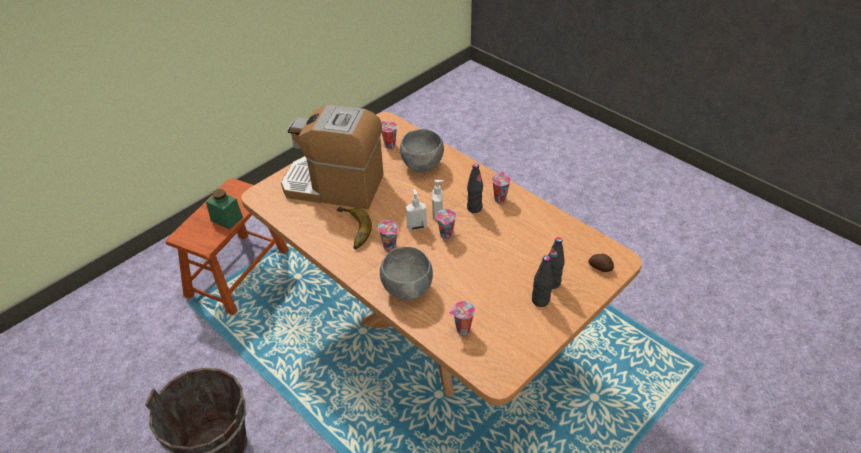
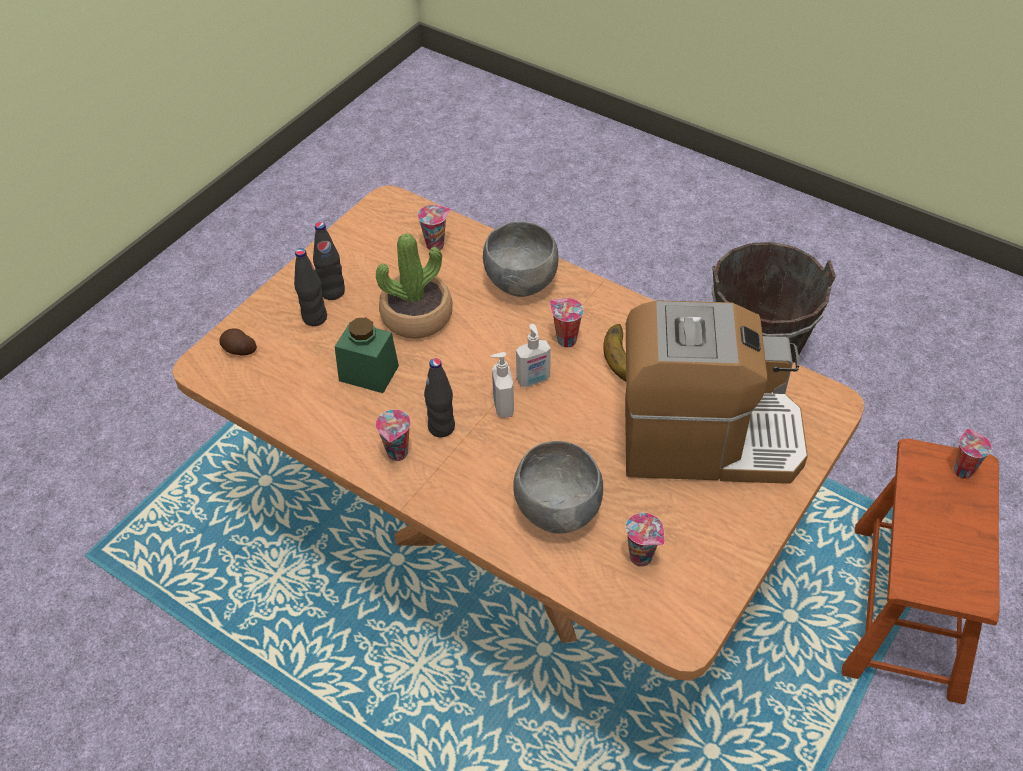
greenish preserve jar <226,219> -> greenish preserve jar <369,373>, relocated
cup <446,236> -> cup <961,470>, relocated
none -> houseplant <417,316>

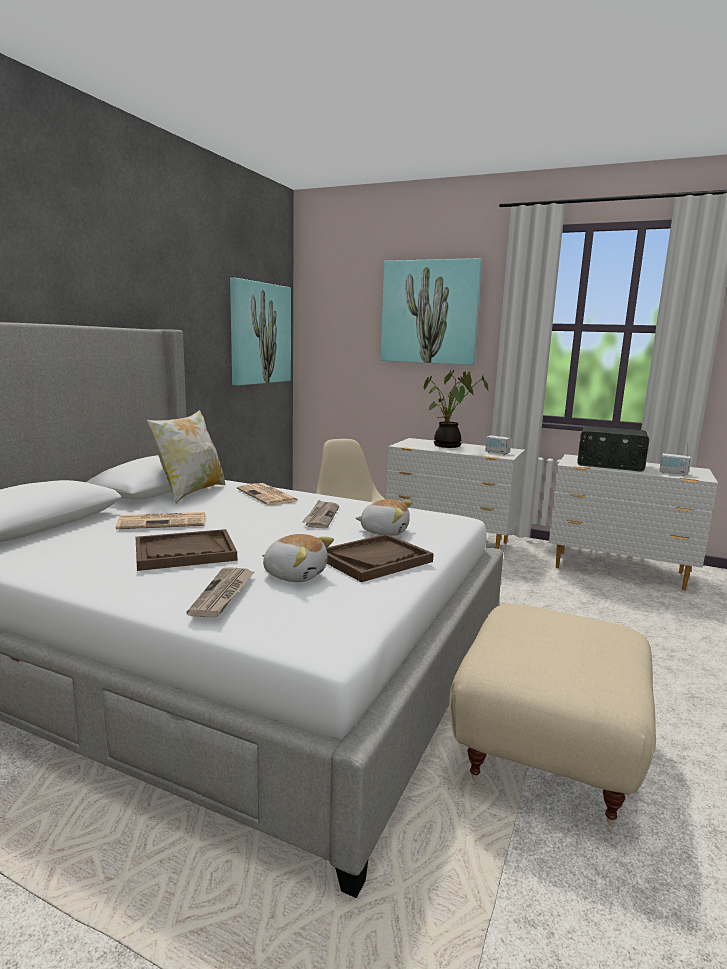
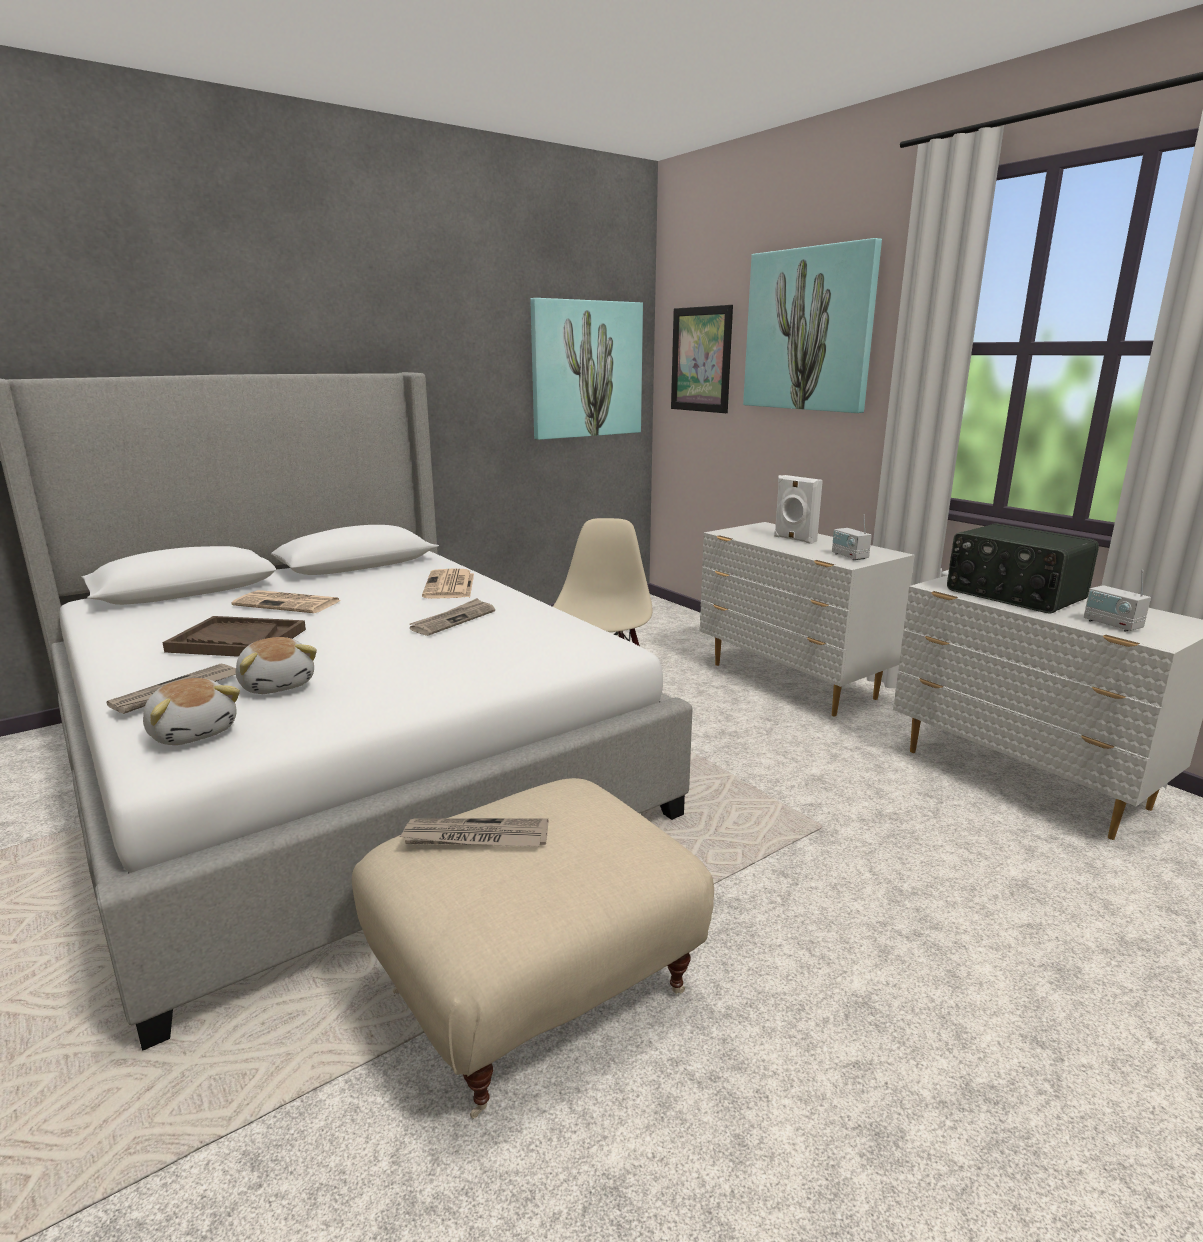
houseplant <448,446> -> whitish audio speaker <794,539>
pillow <190,492> -> none
plush toy <384,531> -> plush toy <194,732>, relocated
brown-coloured carrying tray <375,560> -> none
none -> wall picture <701,359>
none -> newspaper <475,837>

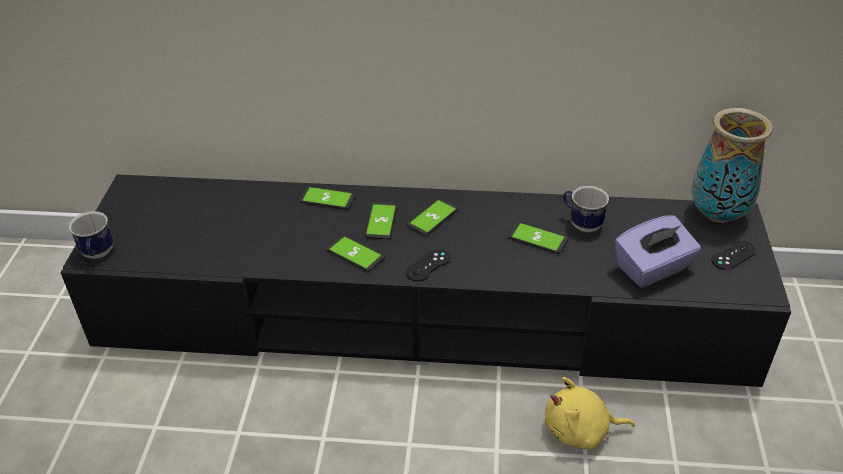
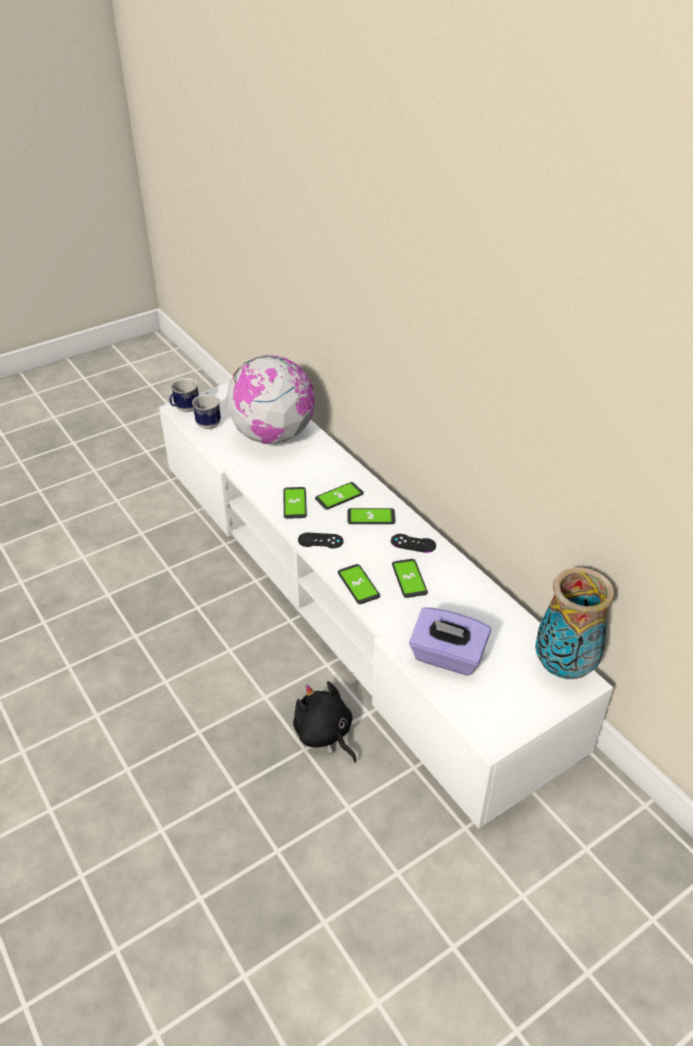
blackish tv stand <424,315> -> whitish tv stand <347,592>
telephone <327,199> -> telephone <358,584>, relocated
tea mug <581,223> -> tea mug <209,422>, relocated
blackish game controller <733,255> -> blackish game controller <413,543>, relocated
yellowish plush toy <580,431> -> blackish plush toy <324,734>
none -> world globe <273,435>

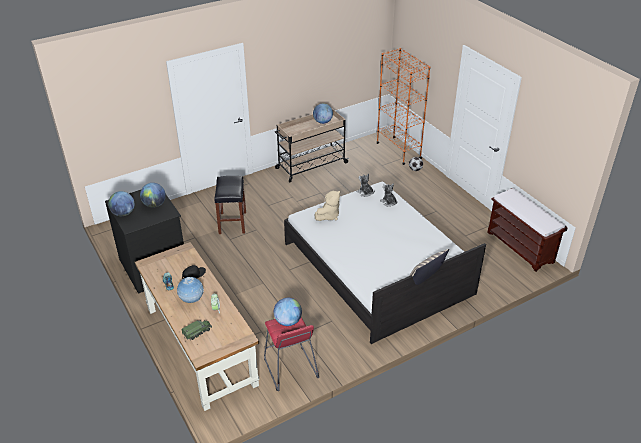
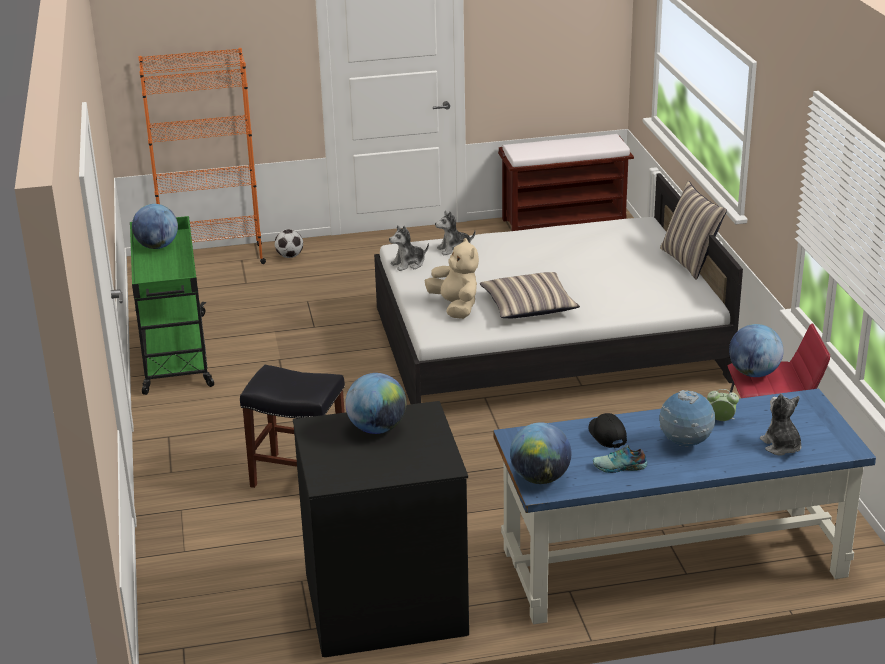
sand-coloured trolley <311,166> -> greenish trolley <175,354>
world globe <123,213> -> world globe <540,478>, relocated
brown-coloured desk unit <200,345> -> bluish desk unit <671,563>
toy lorry <197,332> -> plush toy <781,446>
none -> pillow <529,306>

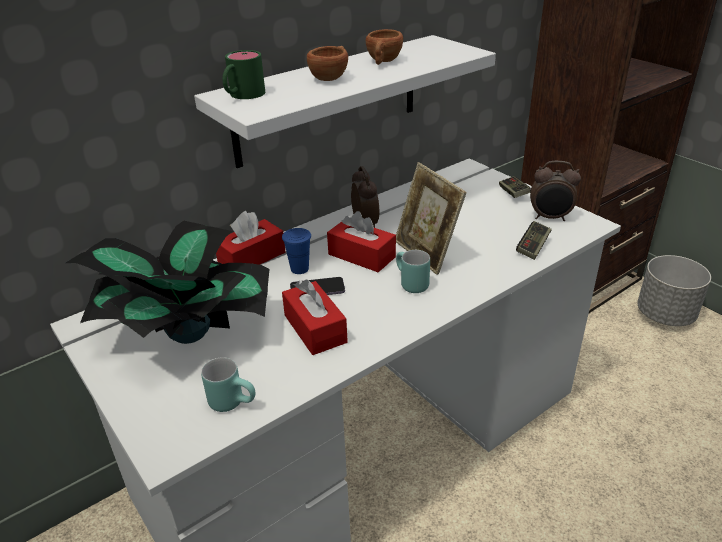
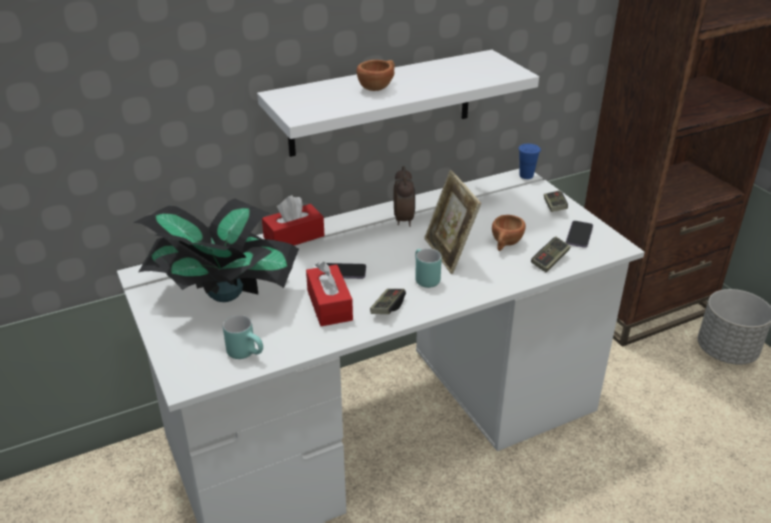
brown-coloured cup <383,62> -> brown-coloured cup <505,244>, relocated
greenish tea mug <242,96> -> none
bedside clock <550,218> -> telephone <579,235>
reddish box of tissues <361,256> -> none
bluish cup <299,269> -> bluish cup <526,175>, relocated
none -> game controller <387,308>

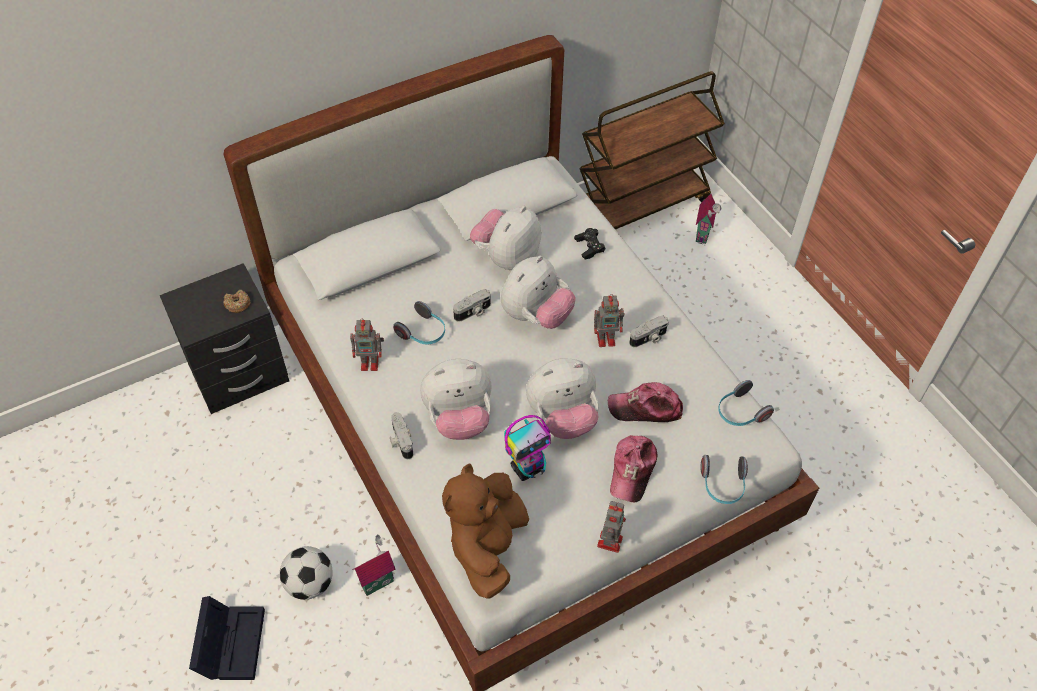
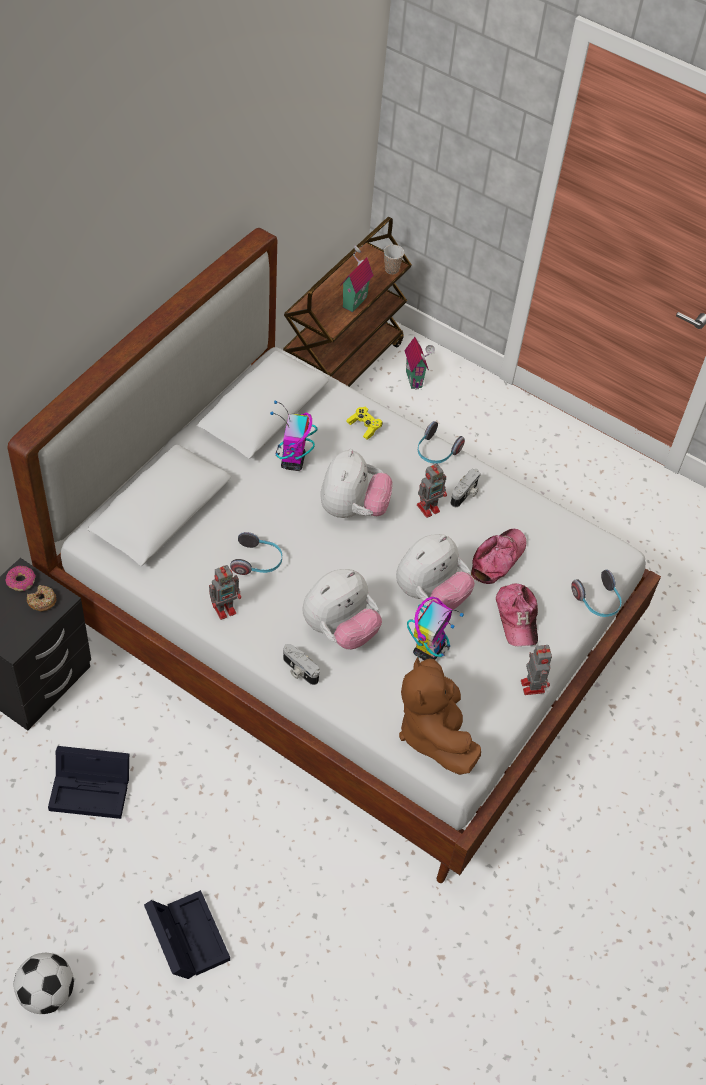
plush toy <507,257> -> robot figure <293,462>
blackish game controller <589,247> -> yellowish game controller <364,426>
photo camera <473,312> -> none
pair of headphones <740,412> -> pair of headphones <436,452>, relocated
cap <645,408> -> cap <497,559>, 150 degrees clockwise
model house <376,581> -> model house <353,301>, relocated
ball for football <310,583> -> ball for football <47,992>, relocated
none -> cup <391,269>
none -> donut <21,581>
none -> blackish storage container <93,789>

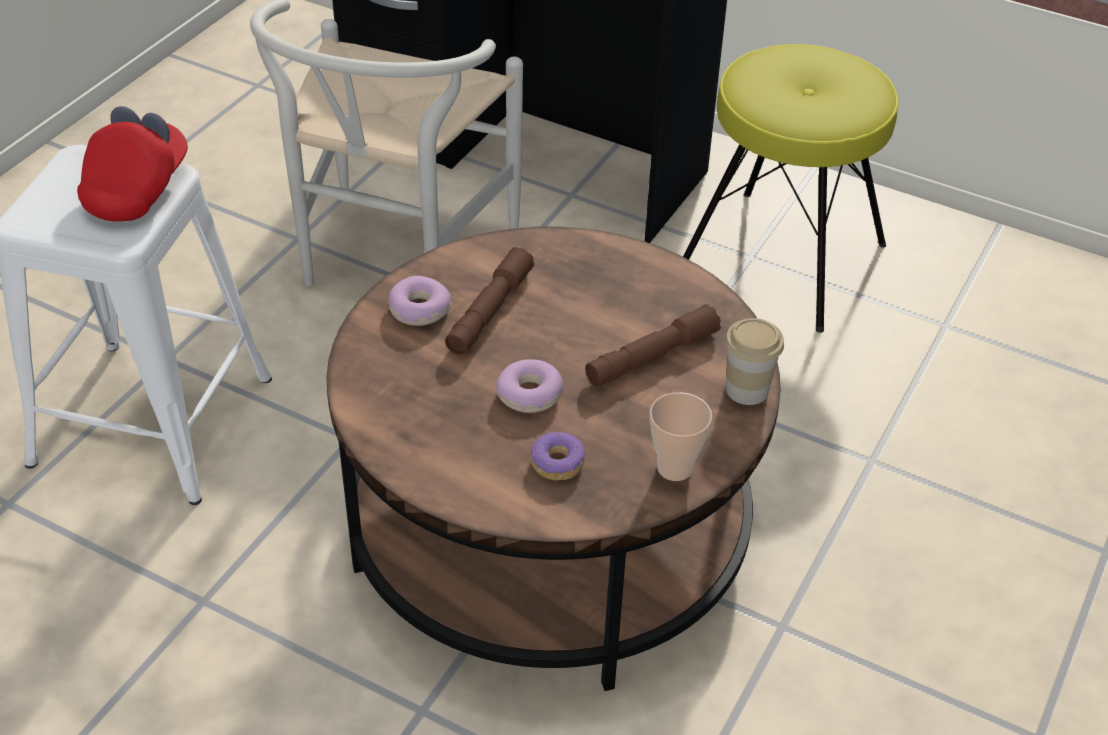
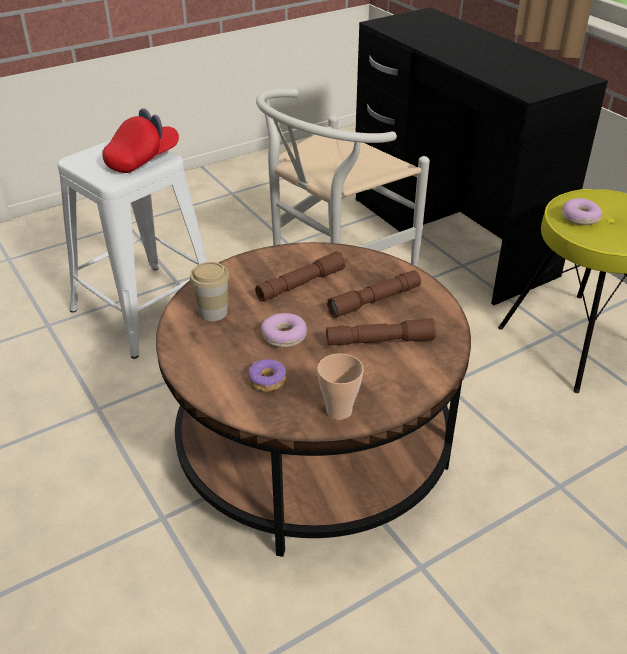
donut <419,310> -> donut <579,218>, relocated
cup <747,389> -> cup <213,312>, relocated
none -> brown-coloured flashlight <374,301>

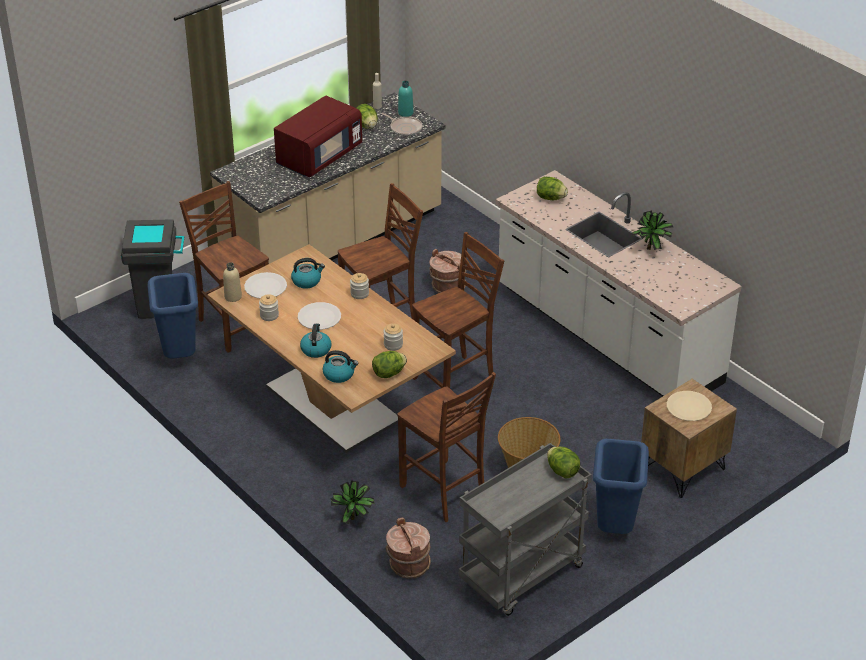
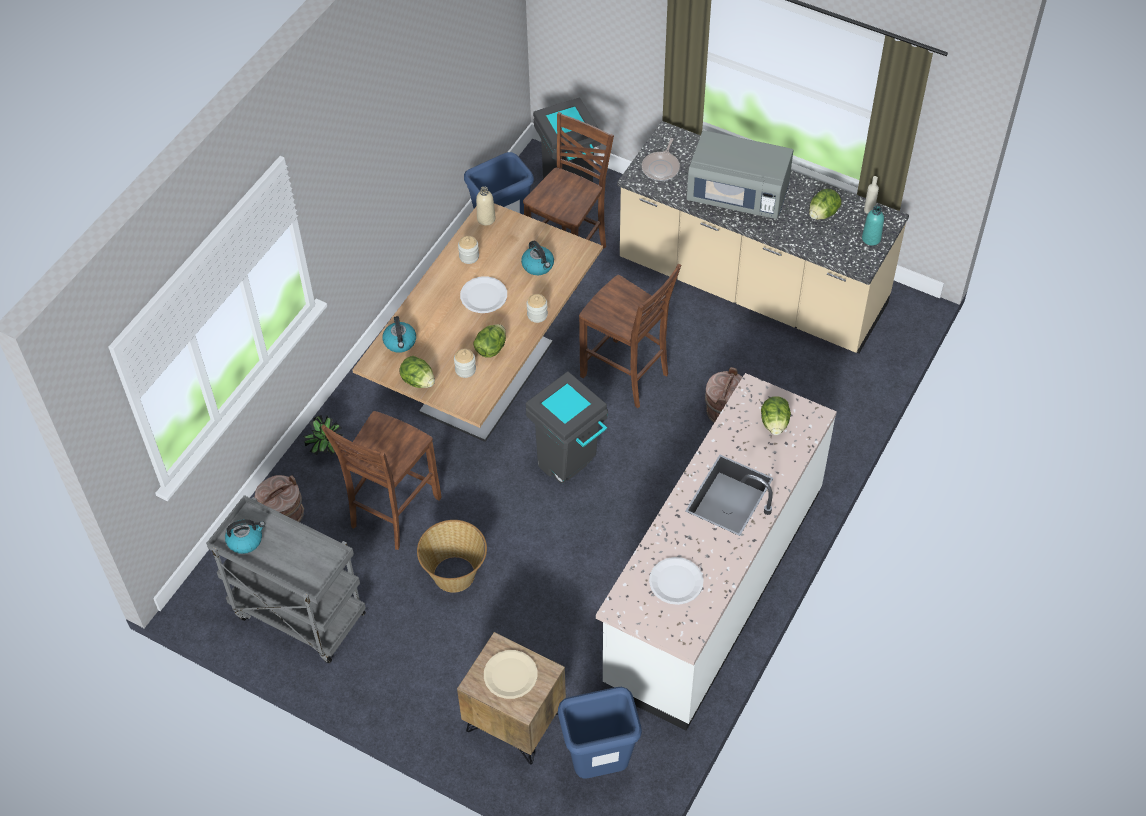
reddish microwave oven <319,157> -> greyish microwave oven <738,195>
frying pan <404,128> -> frying pan <661,167>, relocated
houseplant <651,249> -> none
brown-coloured chair <456,380> -> greyish rubbish bin <570,468>
whitish plate <265,287> -> whitish plate <676,581>, relocated
tea kettle <316,349> -> tea kettle <245,540>, relocated
bluish rubbish bin <614,529> -> bluish rubbish bin <600,765>, relocated
lettuce head <562,471> -> lettuce head <491,348>, relocated

